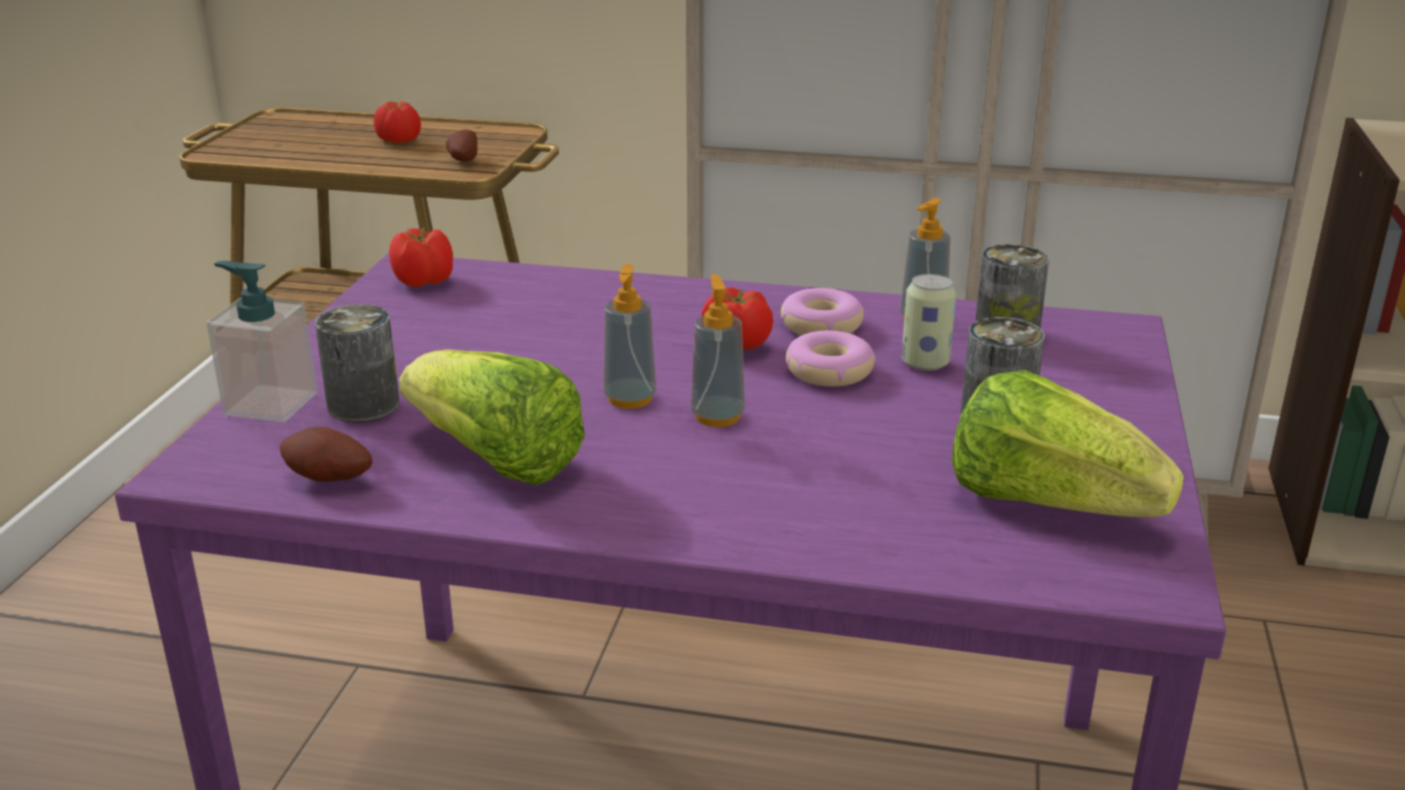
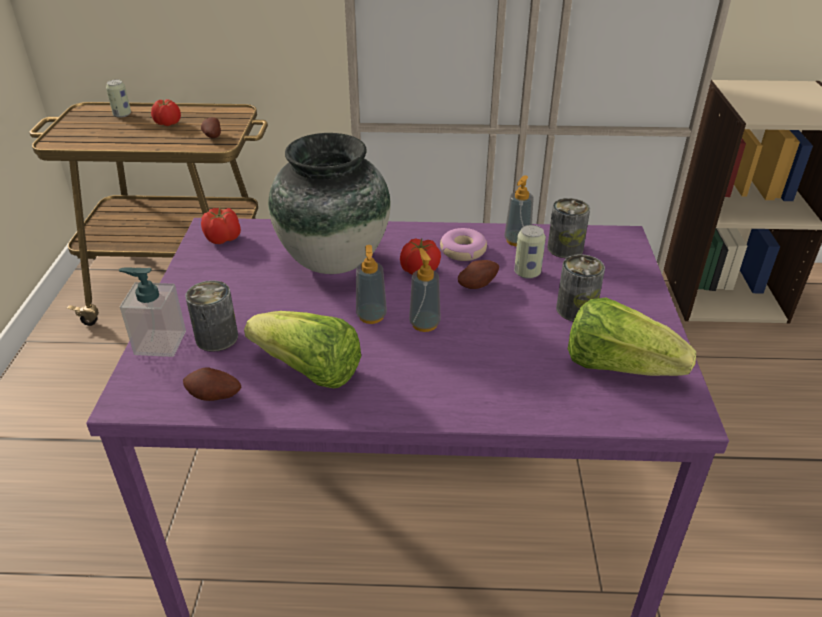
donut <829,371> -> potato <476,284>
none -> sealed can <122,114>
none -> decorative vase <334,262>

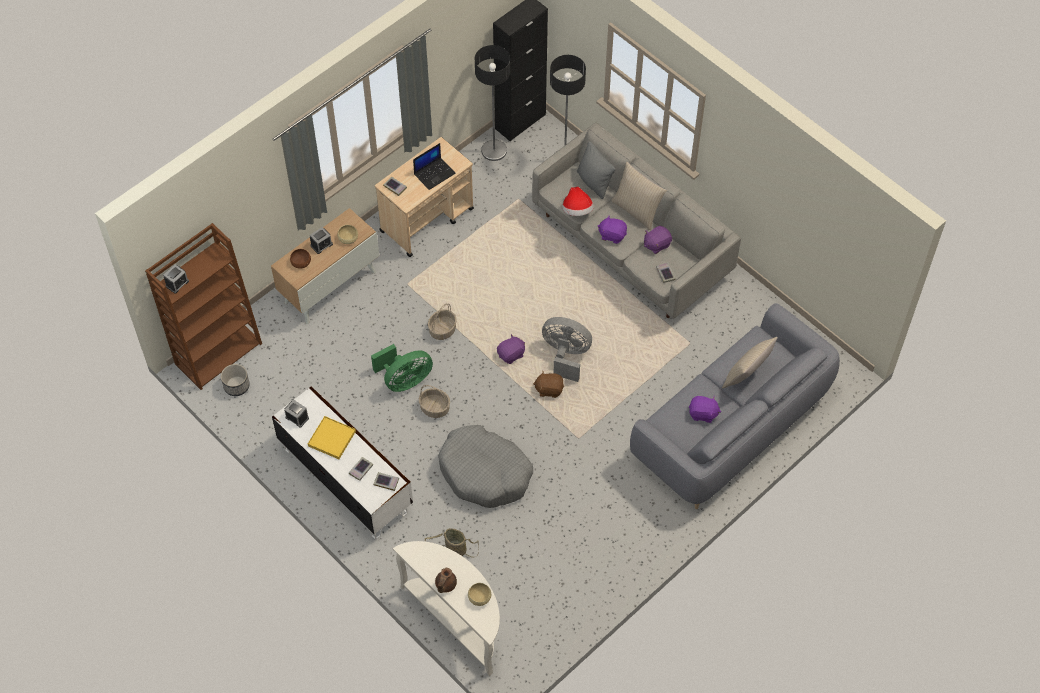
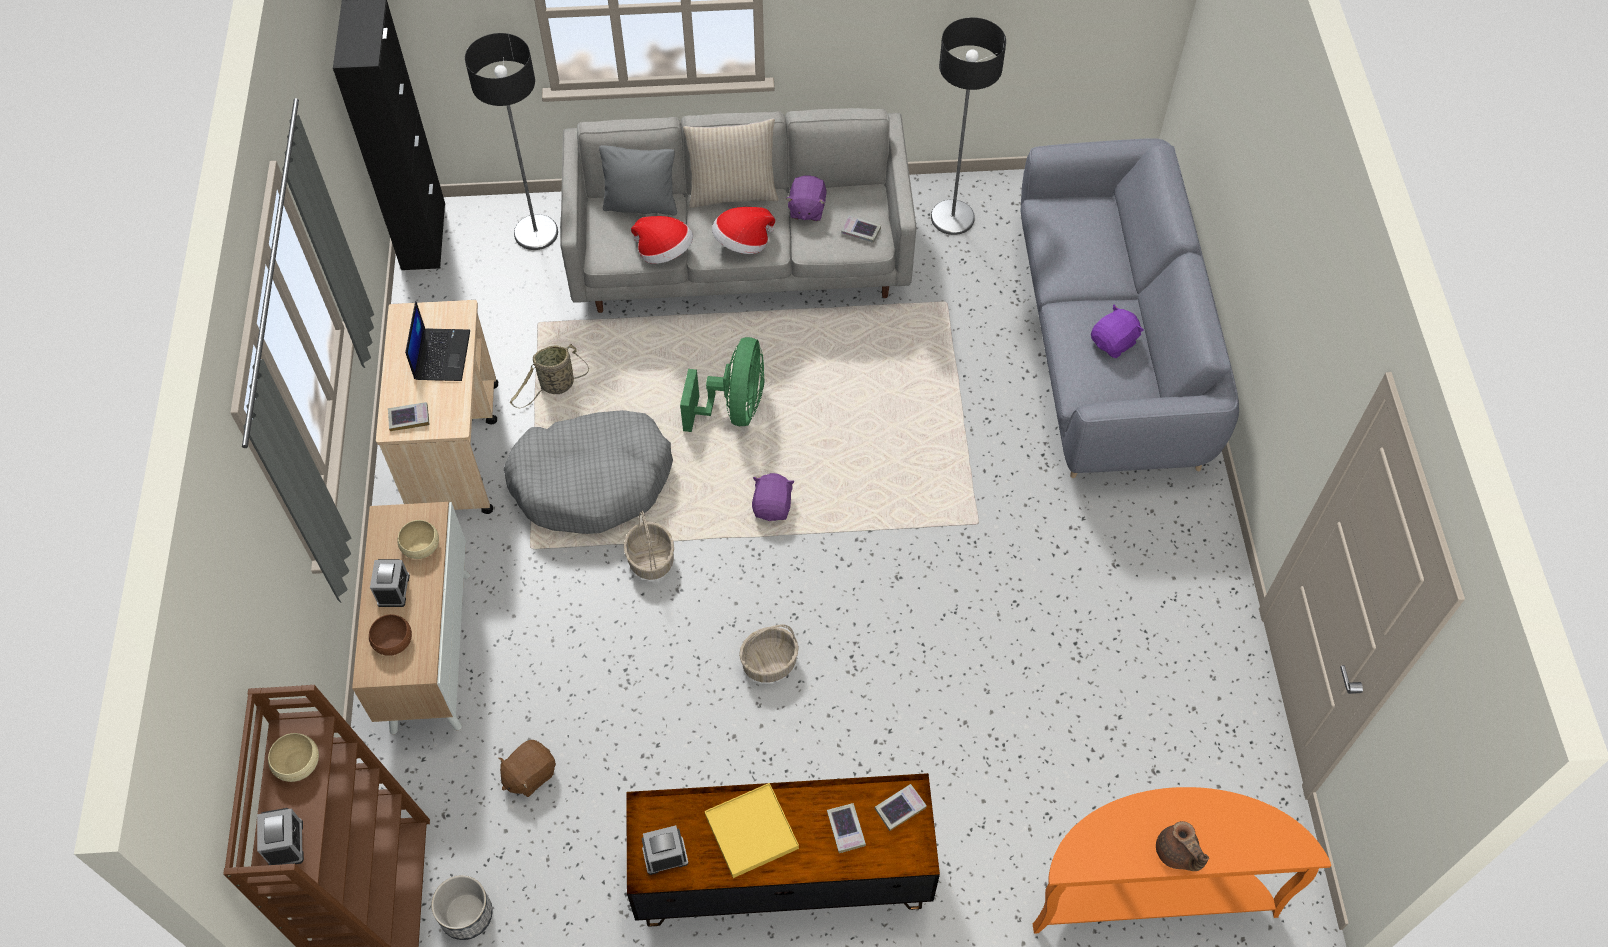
floor lamp <494,151> -> floor lamp <953,218>, relocated
purple plush toy <612,235> -> wearable hat <743,243>
greyish cooling fan <566,355> -> none
sand-coloured pillow <746,376> -> none
greenish cooling fan <404,380> -> greenish cooling fan <734,408>, relocated
brown-coloured plush toy <549,389> -> brown-coloured plush toy <529,774>, relocated
whitish tv stand <346,480> -> brown-coloured tv stand <781,875>
greyish dog cushion <485,473> -> greyish dog cushion <592,481>, relocated
basket <454,549> -> basket <555,386>, relocated
whitish console table <457,620> -> orange-coloured console table <1149,891>
sand-coloured deep dish <479,597> -> sand-coloured deep dish <297,762>, relocated

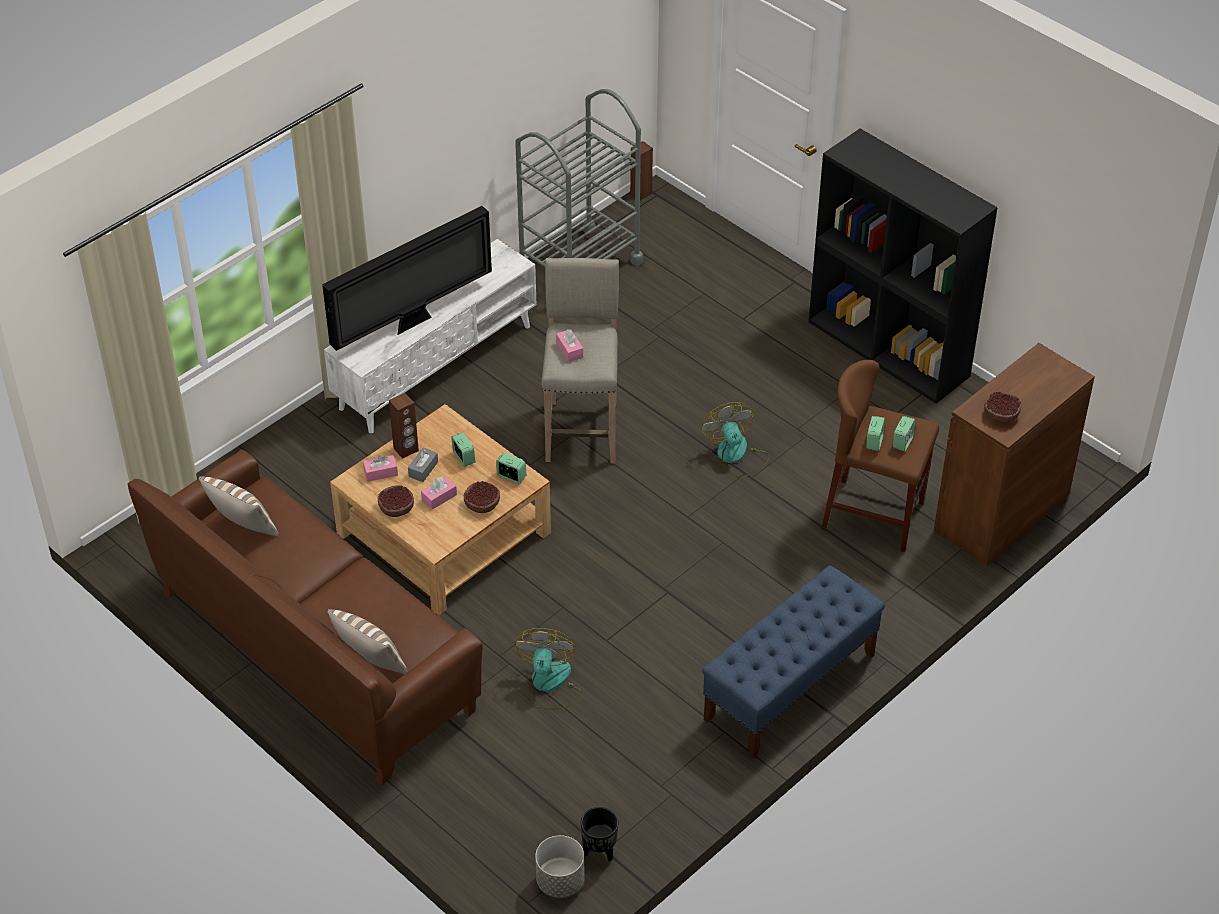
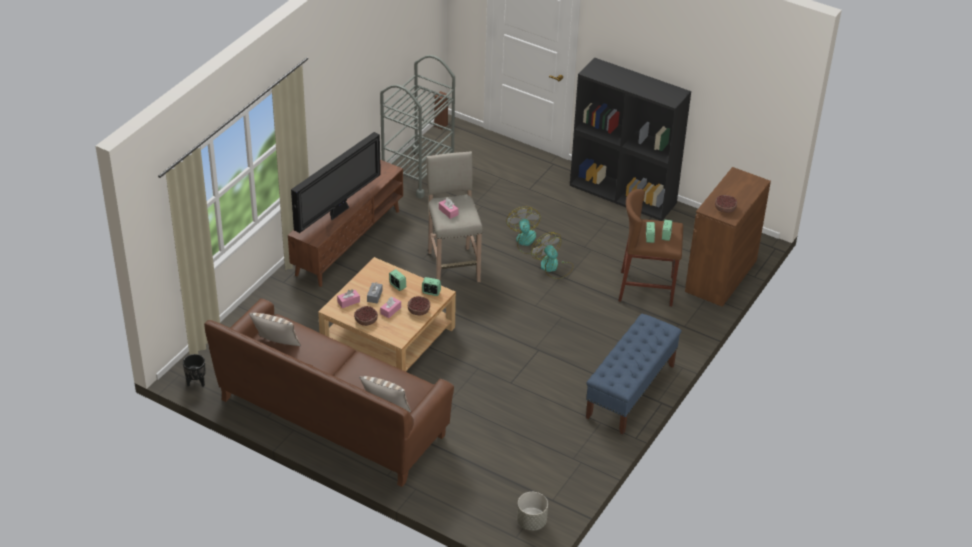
whitish tv stand <436,366> -> brown-coloured tv stand <348,242>
brown-coloured audio speaker <406,449> -> none
cooling fan <550,685> -> cooling fan <527,242>, relocated
blackish flower pot <599,851> -> blackish flower pot <196,382>, relocated

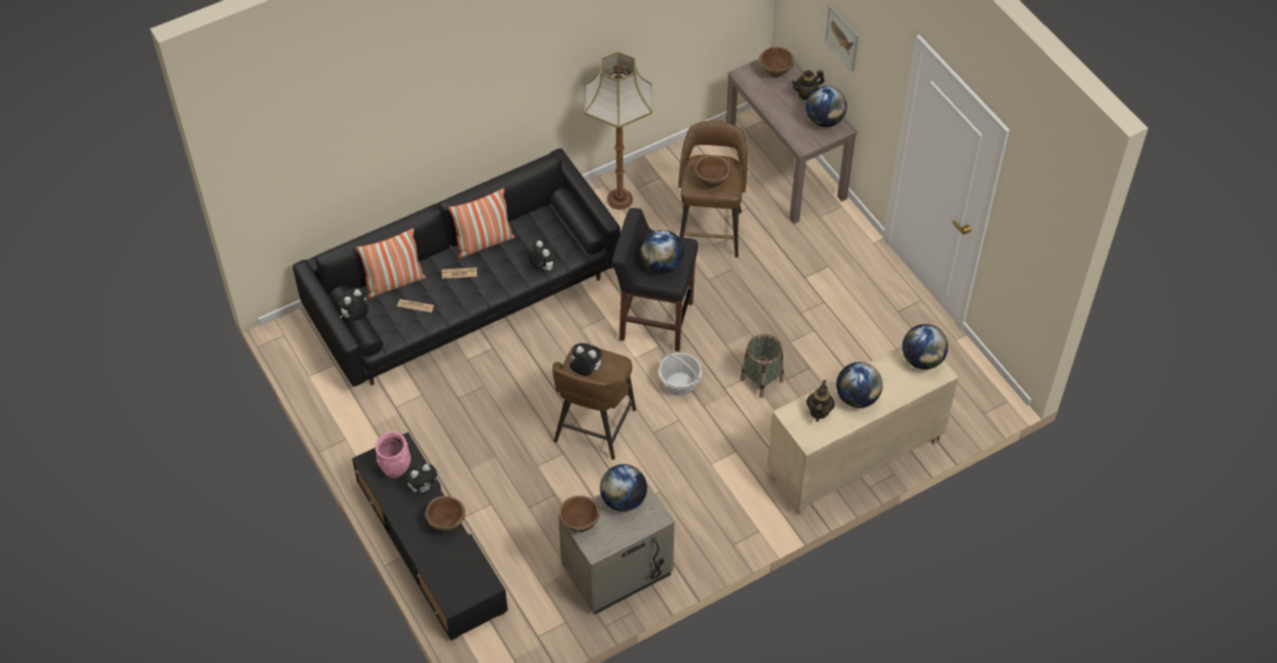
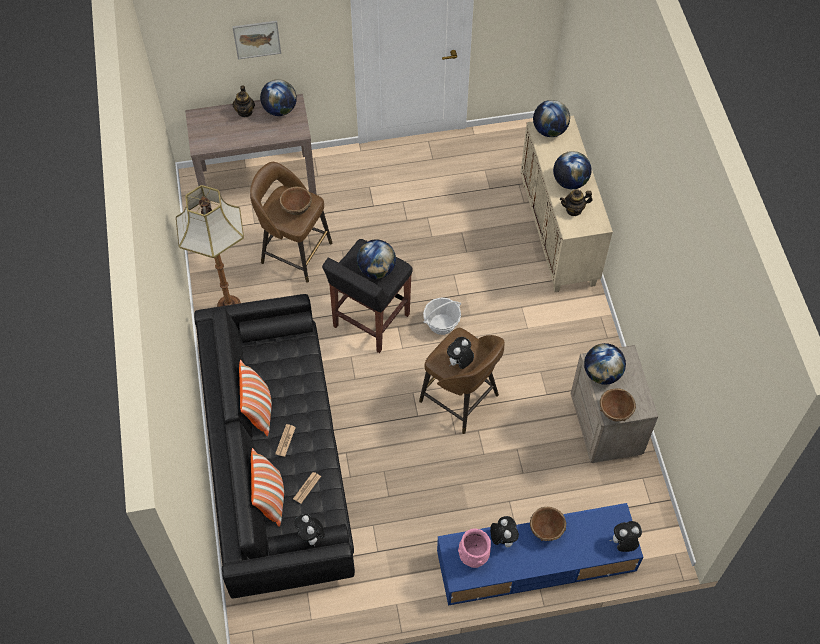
brown-coloured deep dish <775,72> -> none
plush toy <542,267> -> plush toy <623,543>, relocated
basket <761,380> -> none
teapot <819,411> -> teapot <574,210>, 45 degrees counterclockwise
blackish tv stand <431,546> -> bluish tv stand <536,561>

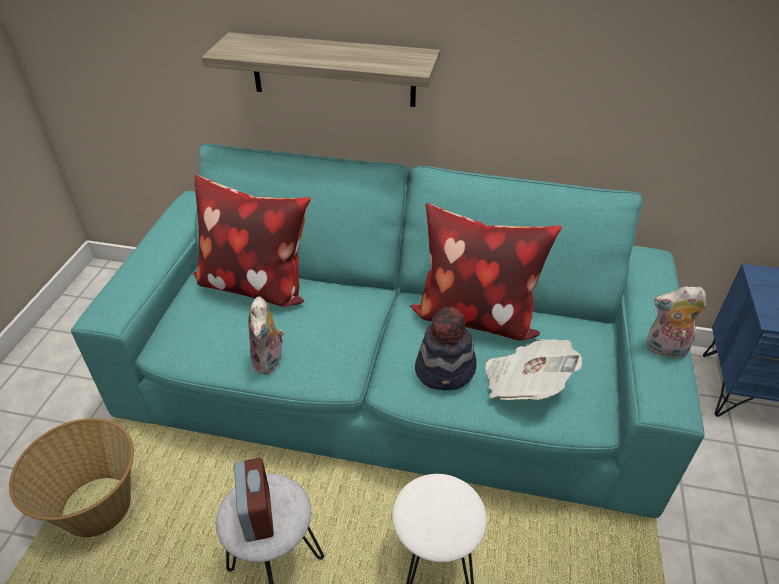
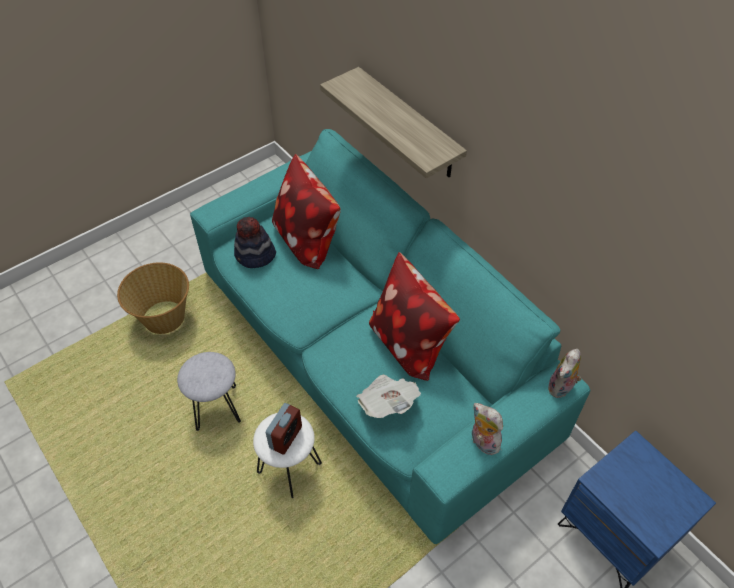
plush toy <270,361> -> plush toy <561,388>, relocated
wearable hat <446,370> -> wearable hat <255,256>, relocated
bedside clock <258,514> -> bedside clock <285,437>, relocated

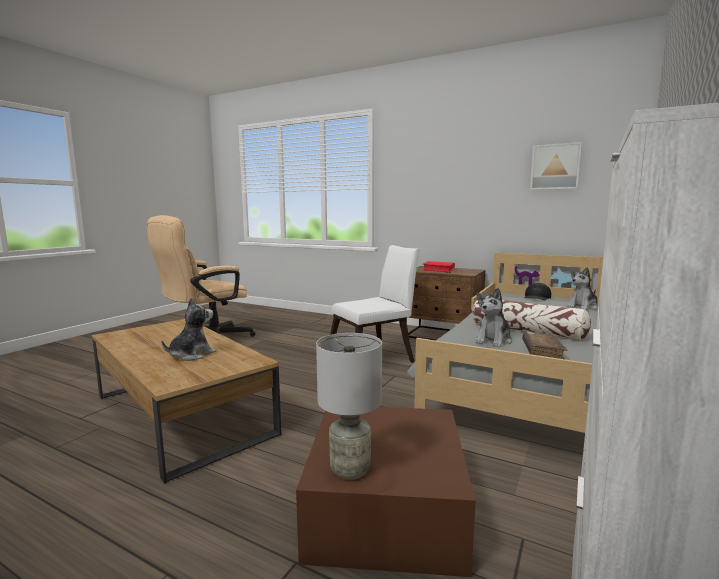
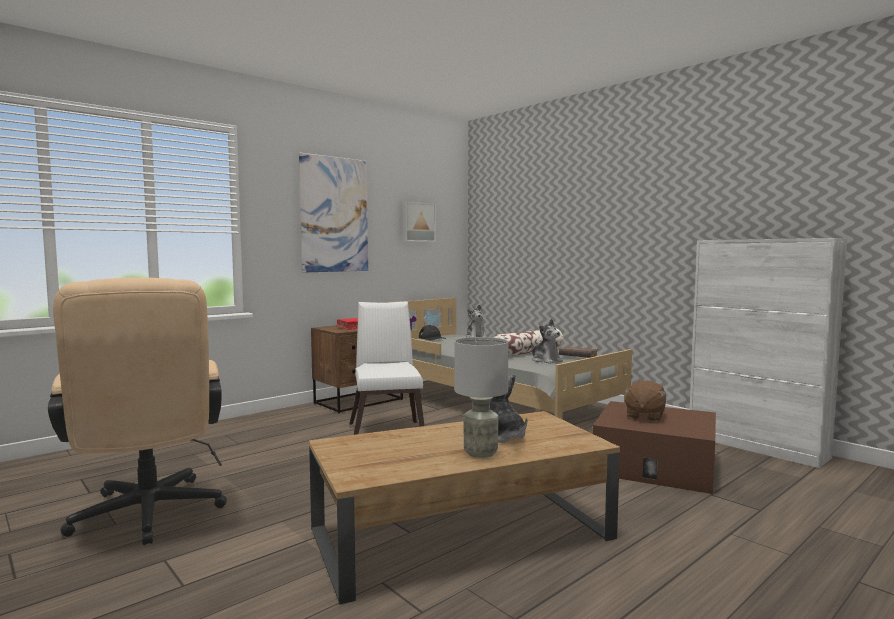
greyish table lamp <350,469> -> greyish table lamp <480,452>, relocated
none -> wall picture <334,214>
none -> brown-coloured plush toy <644,416>

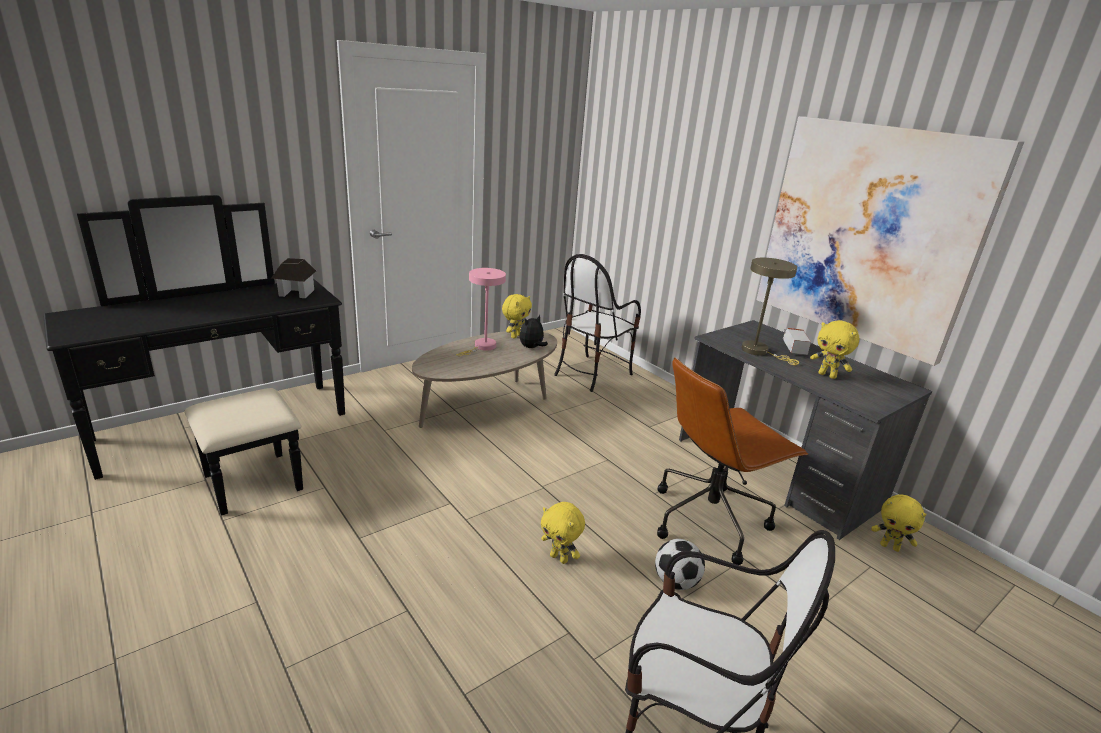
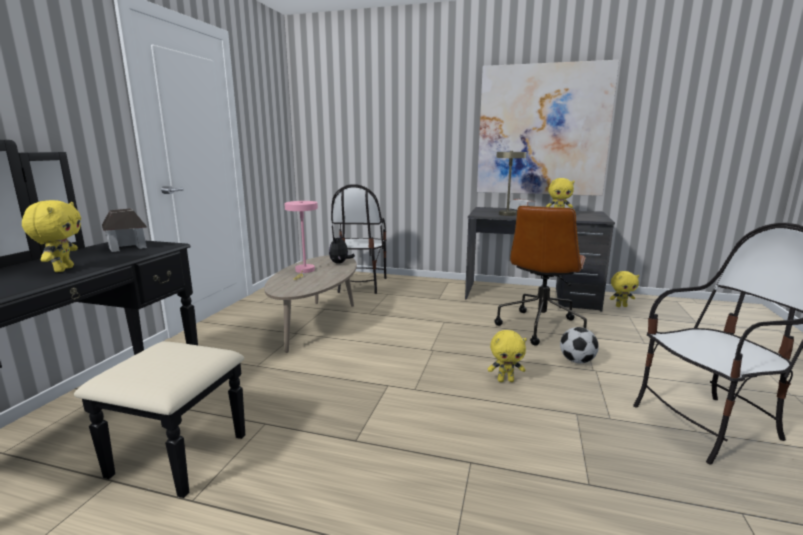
yellowish plush toy <515,336> -> yellowish plush toy <63,269>, relocated

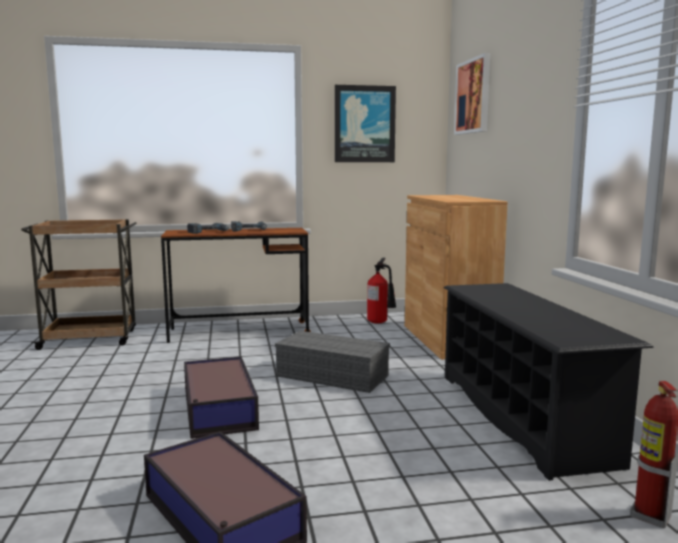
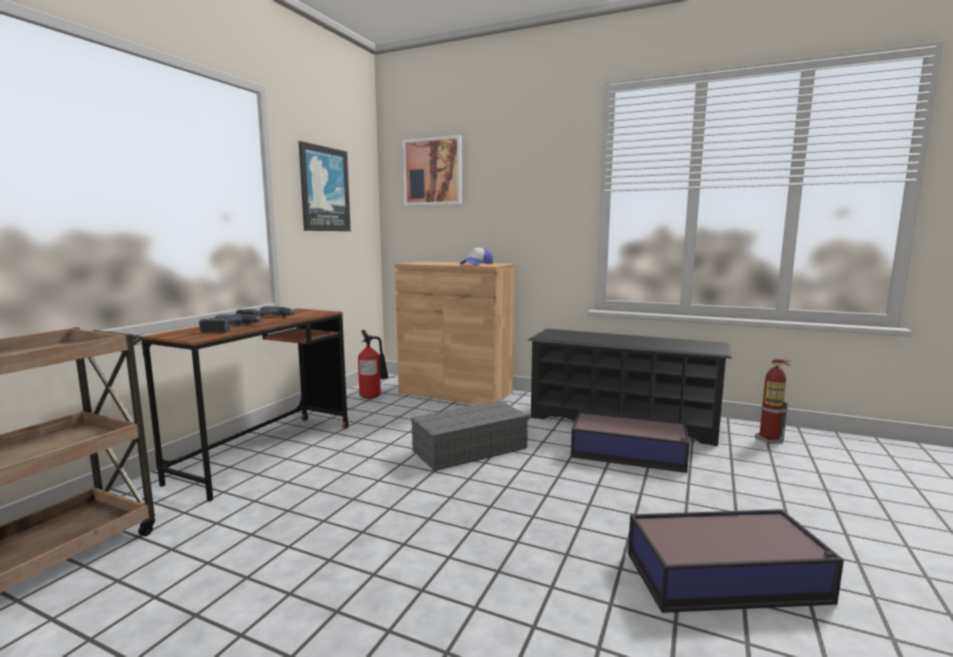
storage container <218,409> -> storage container <629,453>, relocated
none -> cap <476,264>

